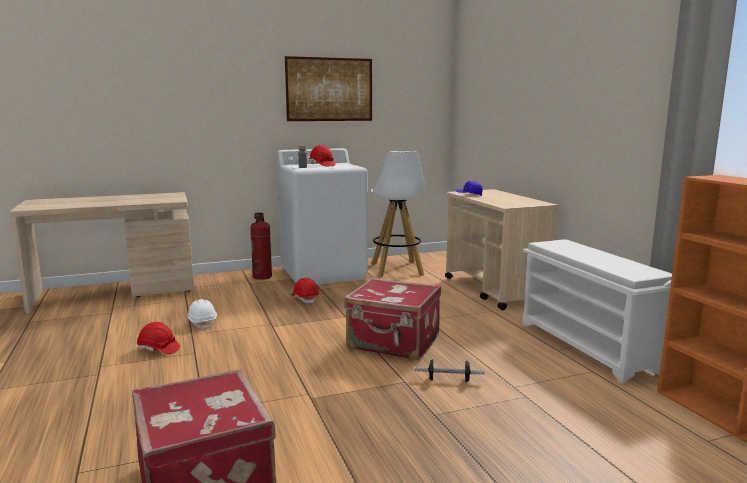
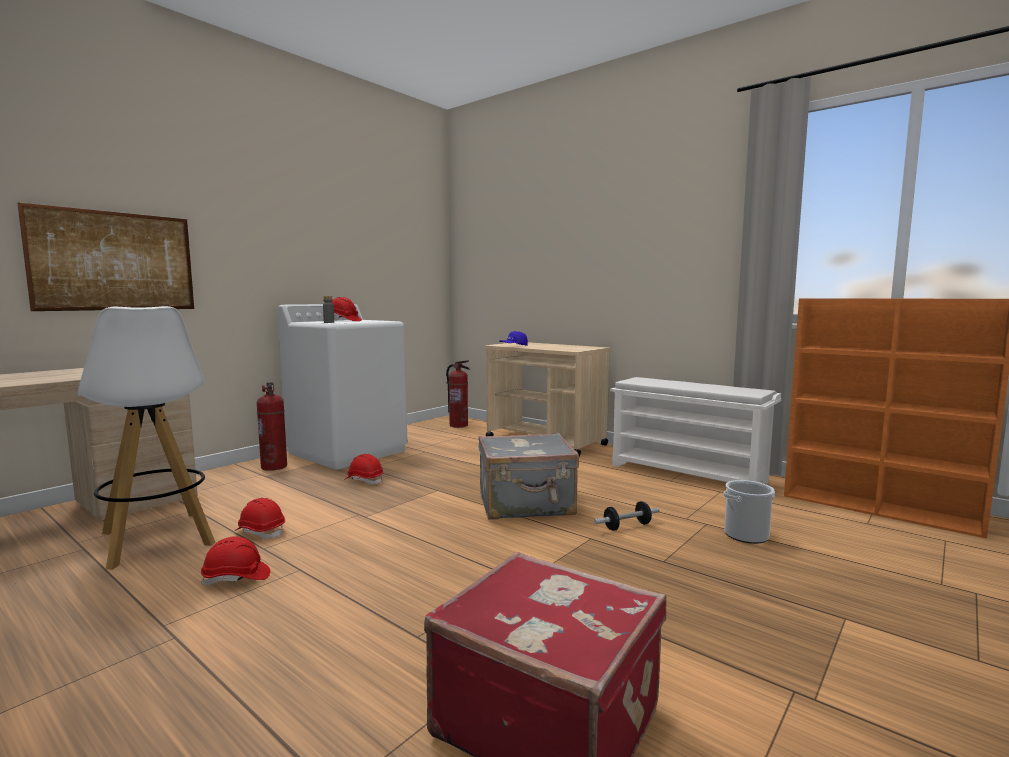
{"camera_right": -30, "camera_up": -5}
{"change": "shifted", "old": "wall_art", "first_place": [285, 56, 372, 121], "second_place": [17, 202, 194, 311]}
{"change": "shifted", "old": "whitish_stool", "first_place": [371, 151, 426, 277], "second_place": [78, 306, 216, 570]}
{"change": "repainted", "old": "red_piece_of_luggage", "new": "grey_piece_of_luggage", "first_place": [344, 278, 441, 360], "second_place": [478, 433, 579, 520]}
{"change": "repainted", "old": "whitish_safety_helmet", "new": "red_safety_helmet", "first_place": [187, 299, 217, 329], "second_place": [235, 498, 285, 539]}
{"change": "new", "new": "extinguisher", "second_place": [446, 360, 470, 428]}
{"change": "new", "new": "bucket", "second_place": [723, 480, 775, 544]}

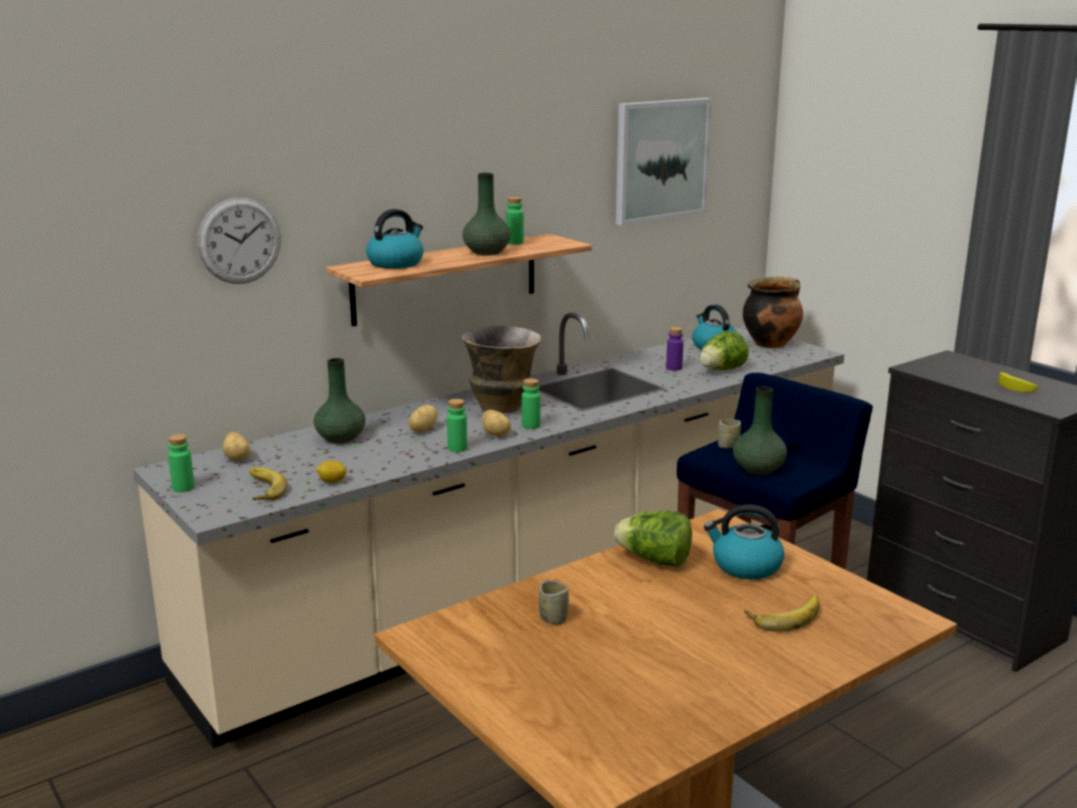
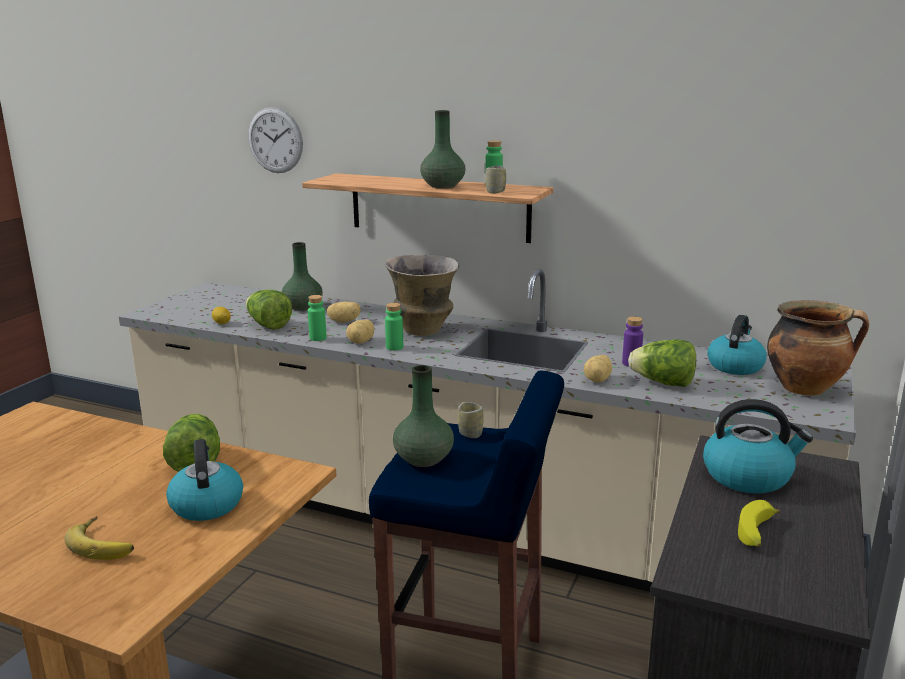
{"camera_right": 60, "camera_up": 0}
{"change": "gone", "old": "wall_art", "first_place": [616, 98, 712, 226]}
{"change": "shifted", "old": "tea_kettle", "first_place": [366, 209, 424, 269], "second_place": [703, 399, 813, 493]}
{"change": "shifted", "old": "whole_potato", "first_place": [222, 432, 251, 460], "second_place": [584, 355, 612, 382]}
{"change": "gone", "old": "green_drink_bottle", "first_place": [168, 434, 195, 492]}
{"change": "gone", "old": "banana", "first_place": [249, 467, 288, 500]}
{"change": "shifted", "old": "small_cup", "first_place": [539, 581, 569, 624], "second_place": [485, 165, 506, 194]}
{"change": "new", "new": "lettuce_head", "second_place": [246, 290, 292, 330]}

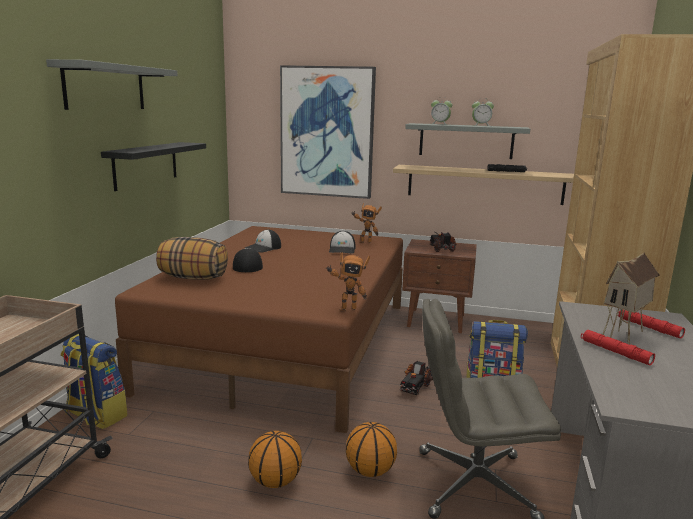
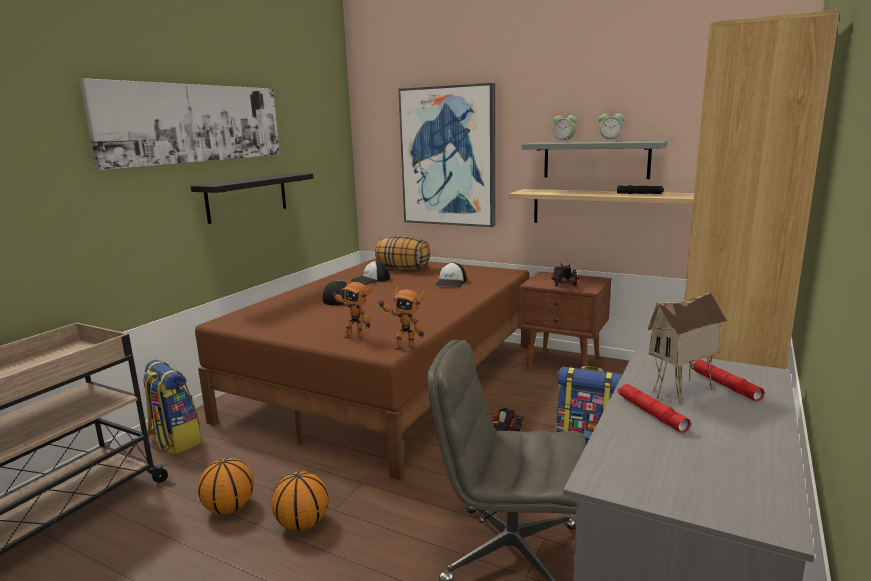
{"camera_right": 15, "camera_up": 0}
{"change": "swapped", "old": "grey_wall_shelf", "new": "wall_art", "first_place": [46, 59, 178, 110], "second_place": [79, 78, 280, 170]}
{"change": "shifted", "old": "robot_figure", "first_place": [352, 203, 382, 243], "second_place": [330, 278, 375, 339]}
{"change": "shifted", "old": "pillow", "first_place": [156, 237, 228, 280], "second_place": [375, 236, 430, 270]}
{"change": "shifted", "old": "basketball_ball", "first_place": [346, 422, 397, 477], "second_place": [198, 458, 254, 514]}

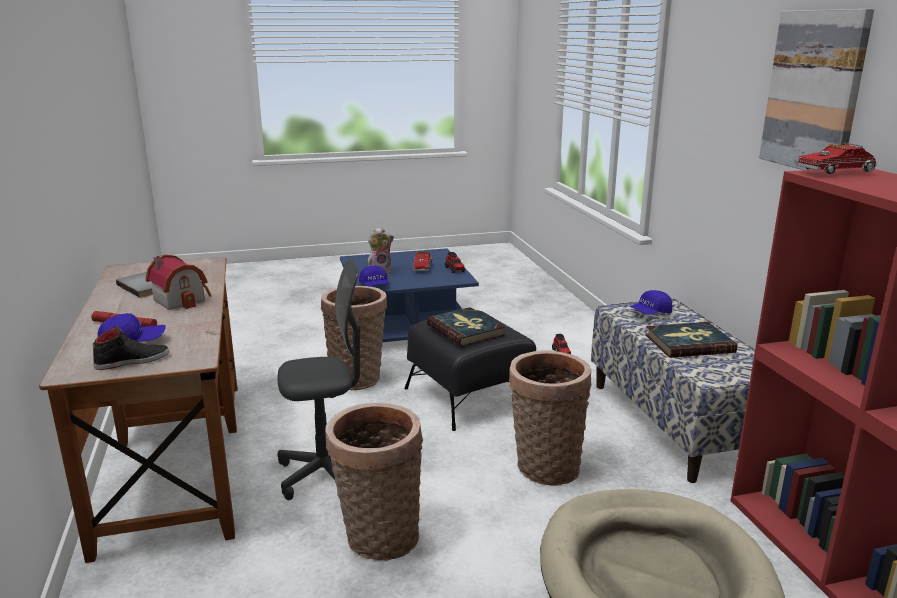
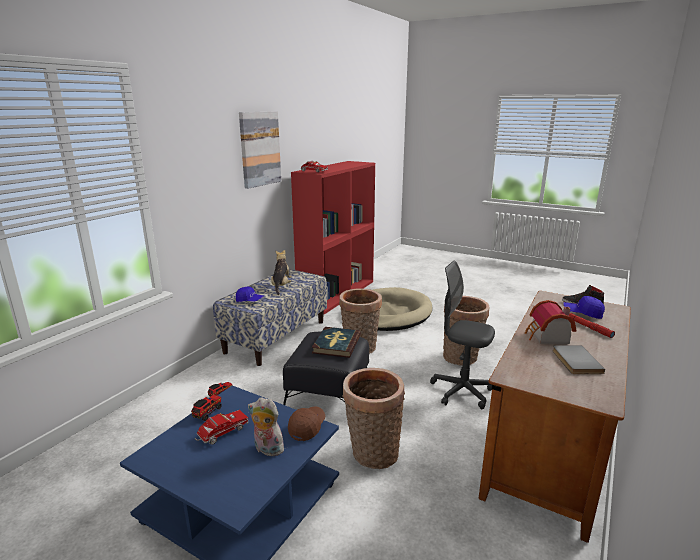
{"camera_right": -135, "camera_up": 0}
{"change": "repainted", "old": "blue-coloured_peaked_cap", "new": "brown-coloured_peaked_cap", "first_place": [359, 265, 389, 286], "second_place": [288, 407, 325, 441]}
{"change": "swapped", "old": "bound_book", "new": "plush_toy", "first_place": [646, 322, 737, 358], "second_place": [271, 250, 292, 295]}

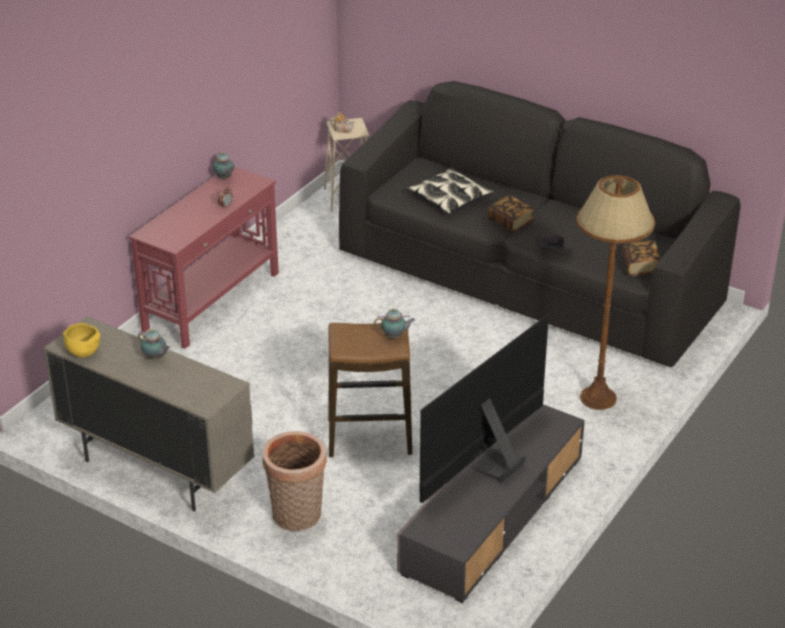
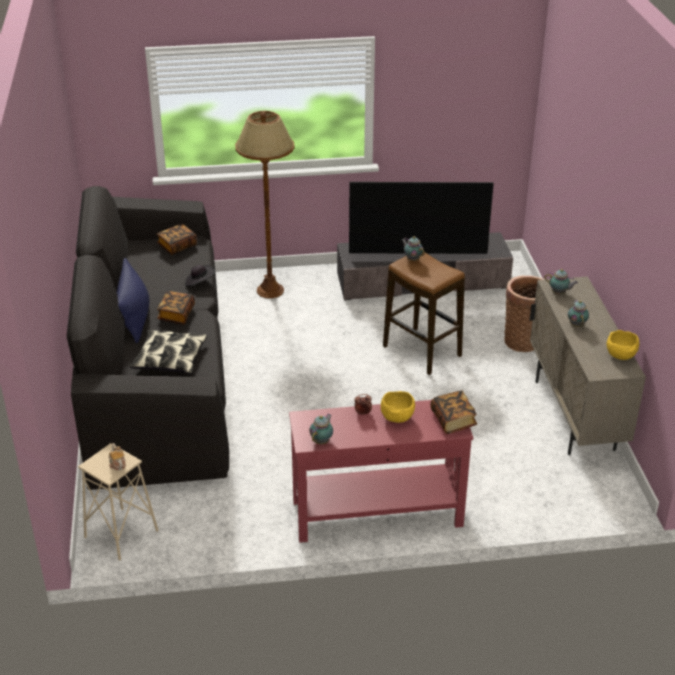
{"camera_right": -130, "camera_up": 0}
{"change": "new", "new": "blue-coloured_pillow", "second_place": [117, 258, 149, 343]}
{"change": "new", "new": "teapot", "second_place": [544, 269, 578, 294]}
{"change": "new", "new": "bound_book", "second_place": [430, 390, 477, 434]}
{"change": "new", "new": "yellow_serving_bowl", "second_place": [381, 391, 415, 423]}

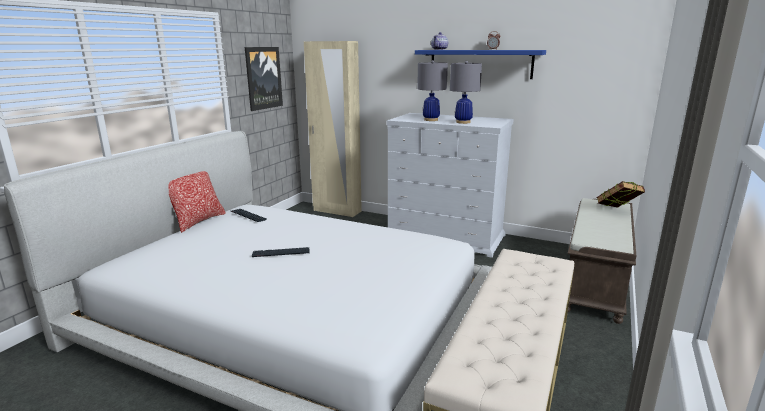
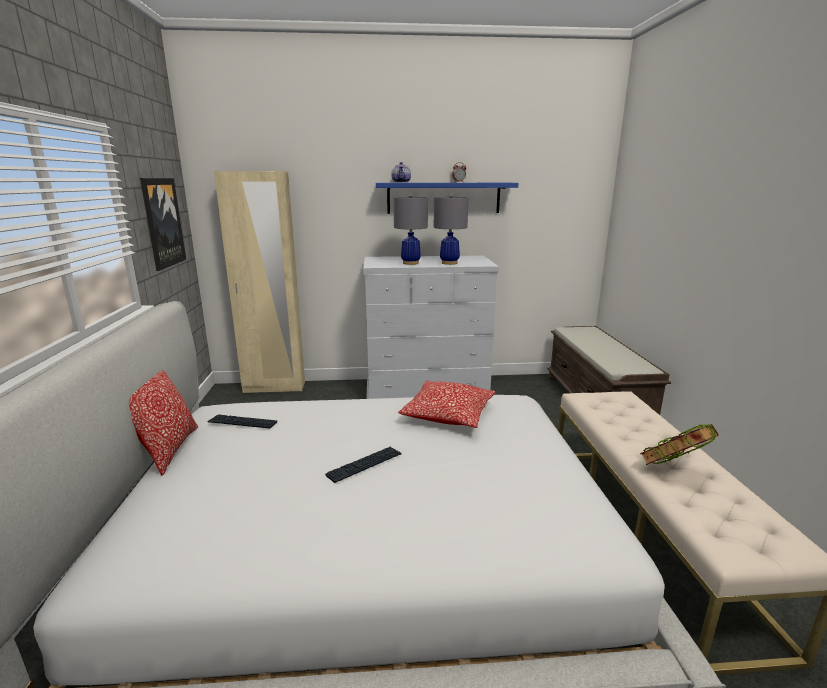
{"camera_right": -30, "camera_up": 0}
{"change": "shifted", "old": "bound_book", "first_place": [596, 181, 645, 208], "second_place": [640, 424, 719, 465]}
{"change": "new", "new": "pillow", "second_place": [398, 380, 495, 428]}

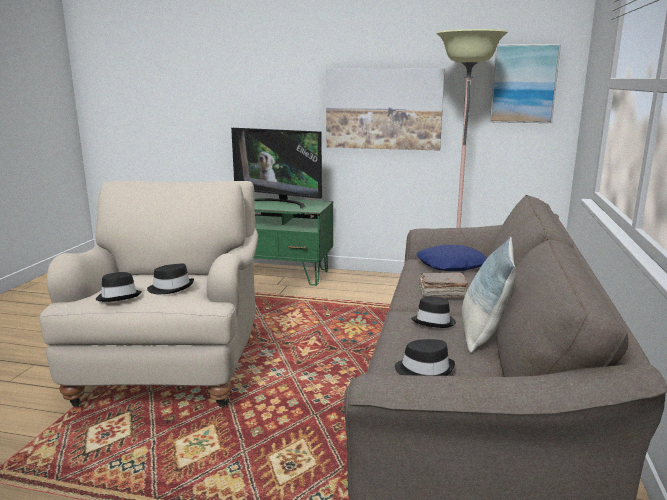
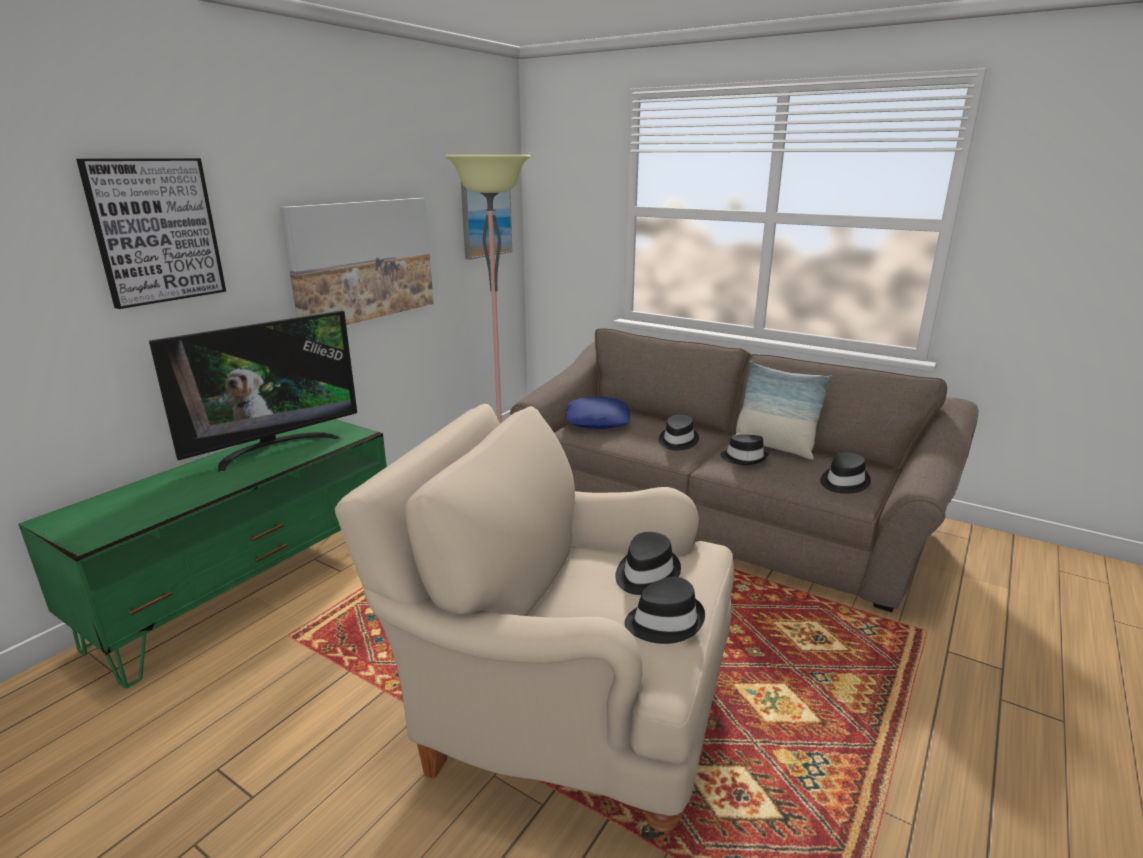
{"camera_right": -70, "camera_up": 5}
{"change": "swapped", "old": "brown-coloured_bound_book", "new": "black_hat", "first_place": [419, 272, 468, 298], "second_place": [659, 415, 699, 450]}
{"change": "new", "new": "wall_art", "second_place": [76, 158, 226, 309]}

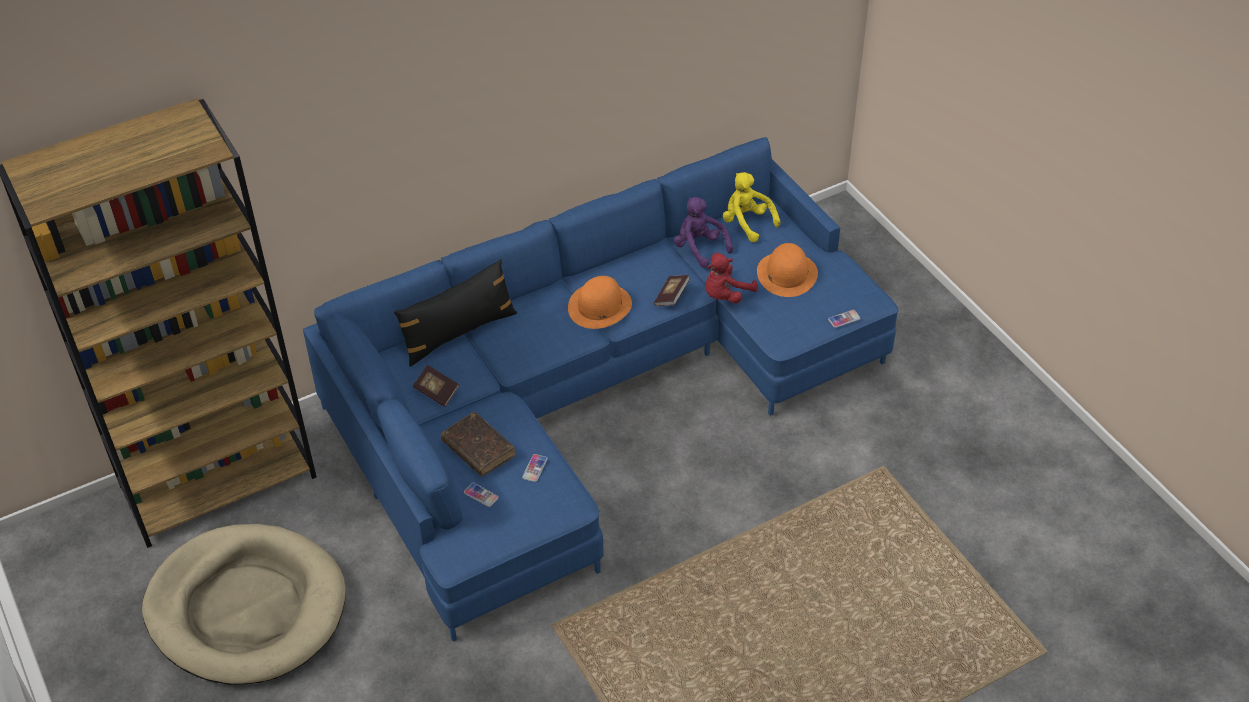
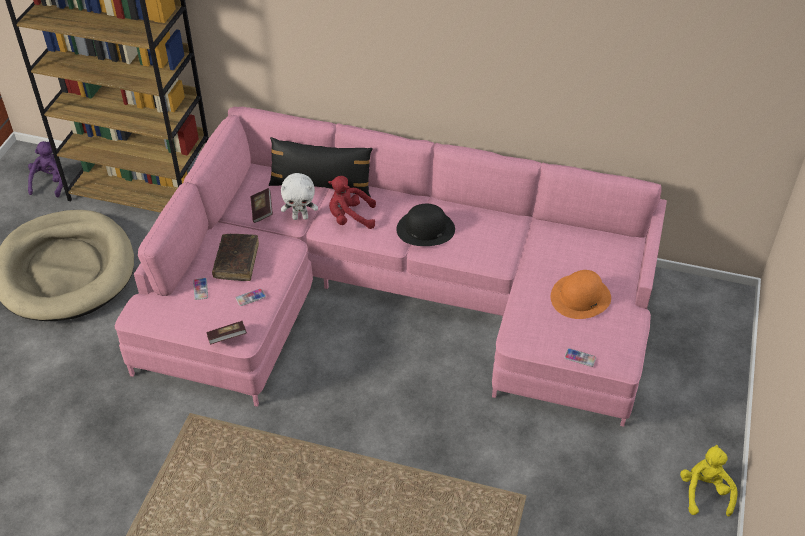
{"camera_right": 45, "camera_up": 0}
{"change": "repainted", "old": "blue-coloured_sofa", "new": "pinkish_sofa", "first_place": [303, 137, 899, 641], "second_place": [115, 107, 667, 427]}
{"change": "shifted", "old": "yellow_plush_toy", "first_place": [723, 172, 780, 242], "second_place": [680, 445, 737, 516]}
{"change": "shifted", "old": "purple_plush_toy", "first_place": [674, 197, 733, 268], "second_place": [28, 141, 63, 197]}
{"change": "shifted", "old": "red_plush_toy", "first_place": [705, 253, 758, 304], "second_place": [328, 176, 376, 229]}
{"change": "shifted", "old": "bound_book", "first_place": [654, 275, 691, 306], "second_place": [207, 321, 247, 344]}
{"change": "repainted", "old": "orangey_hat", "new": "black_hat", "first_place": [568, 276, 632, 329], "second_place": [396, 204, 455, 246]}
{"change": "new", "new": "whitish_plush_toy", "second_place": [281, 173, 318, 220]}

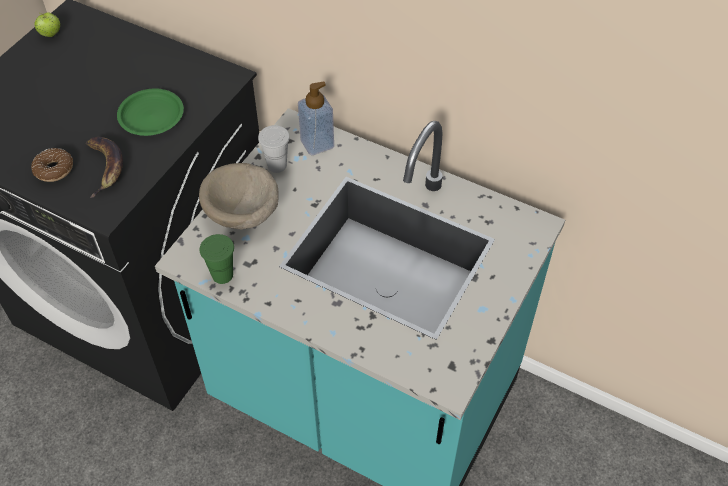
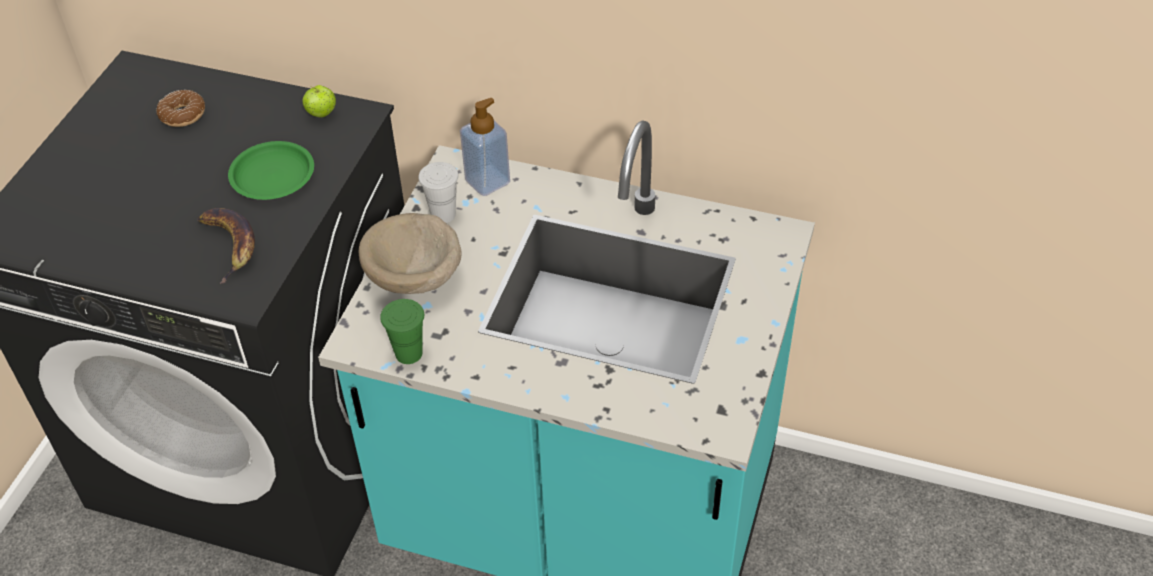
{"camera_right": -10, "camera_up": -5}
{"change": "shifted", "old": "apple", "first_place": [35, 13, 60, 37], "second_place": [303, 85, 336, 117]}
{"change": "shifted", "old": "donut", "first_place": [31, 148, 73, 182], "second_place": [156, 90, 205, 127]}

